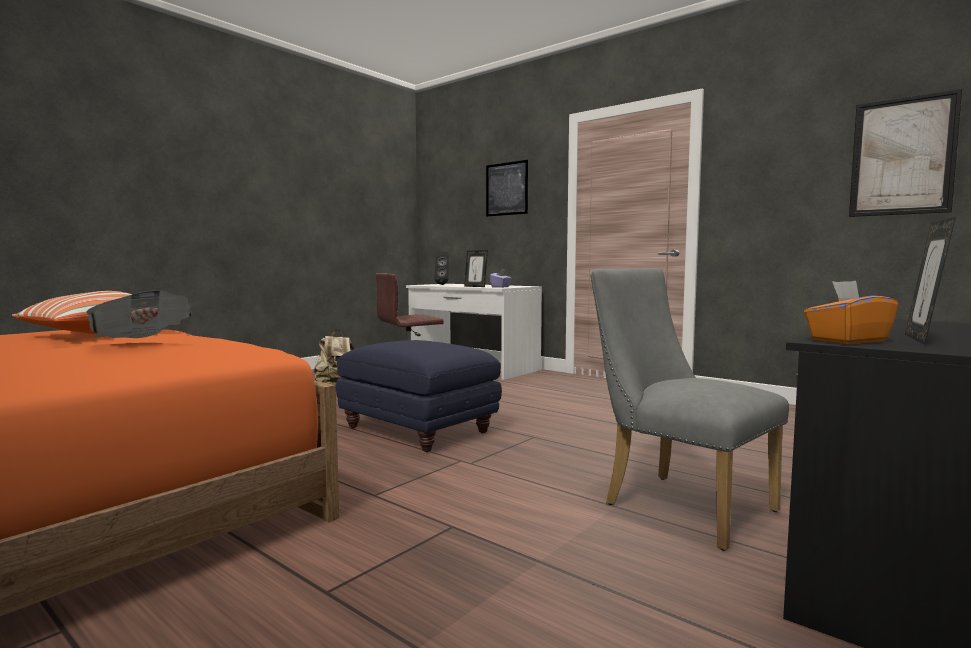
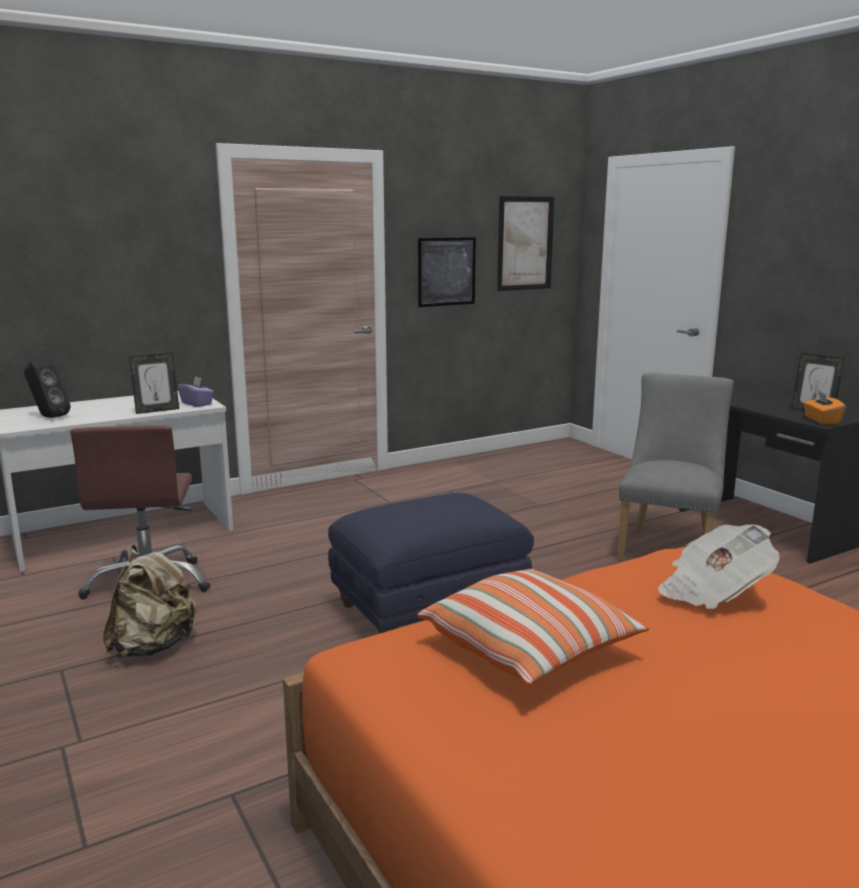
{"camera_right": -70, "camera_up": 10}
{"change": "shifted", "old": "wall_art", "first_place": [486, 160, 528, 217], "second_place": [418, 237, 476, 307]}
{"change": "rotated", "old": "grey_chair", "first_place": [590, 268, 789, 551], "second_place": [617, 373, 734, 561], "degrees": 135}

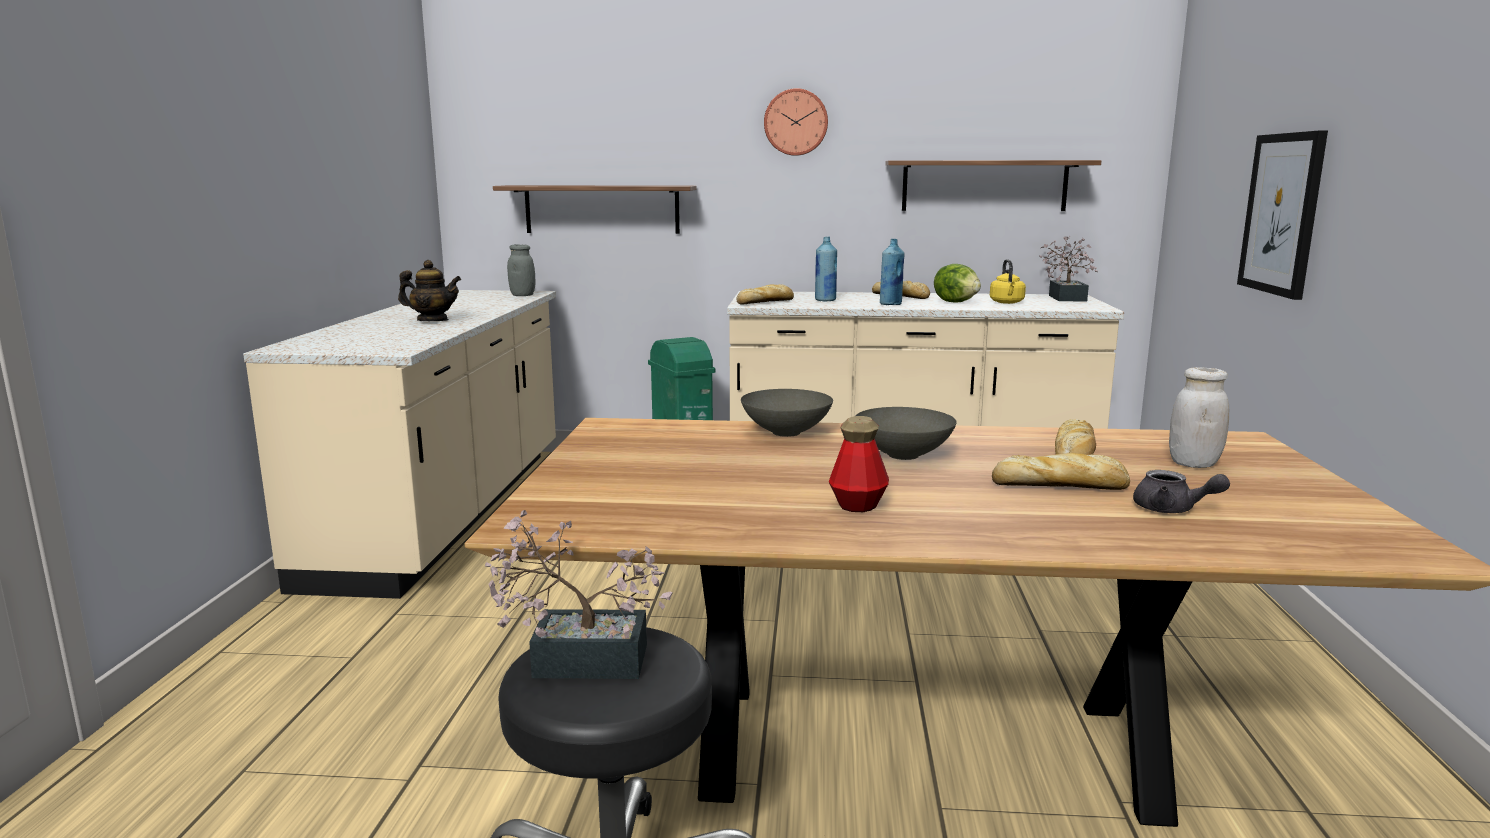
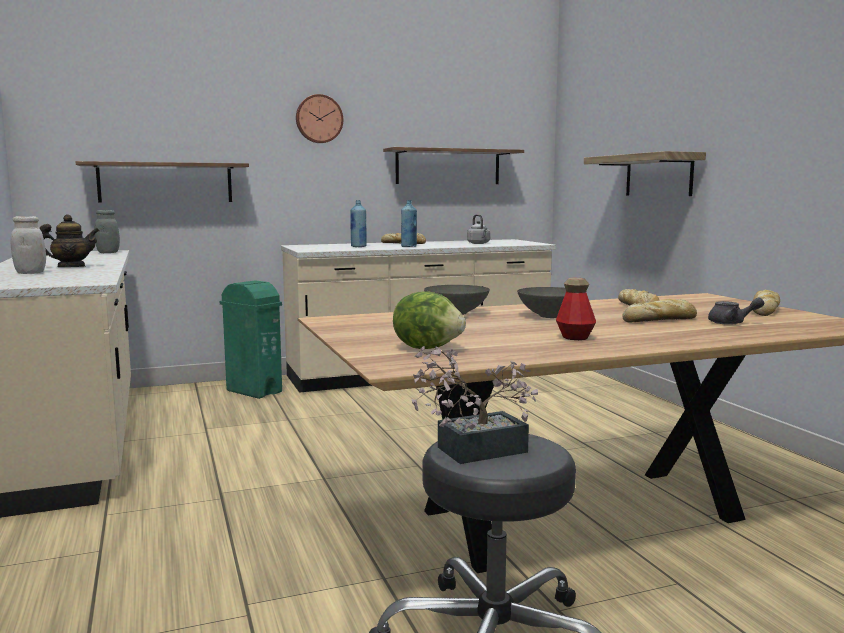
{"camera_right": -25, "camera_up": -5}
{"change": "swapped", "old": "wall_art", "new": "wall_shelf", "first_place": [1237, 130, 1328, 300], "second_place": [584, 151, 706, 196]}
{"change": "gone", "old": "houseplant", "first_place": [1039, 236, 1098, 302]}
{"change": "repainted", "old": "yellow_tea_kettle", "new": "grey_tea_kettle", "first_place": [990, 259, 1026, 304], "second_place": [467, 214, 490, 244]}
{"change": "shifted", "old": "lettuce_head", "first_place": [934, 264, 981, 302], "second_place": [393, 291, 466, 349]}
{"change": "shifted", "old": "bread", "first_place": [736, 284, 794, 305], "second_place": [753, 290, 780, 316]}
{"change": "shifted", "old": "whitish_jar", "first_place": [1169, 367, 1229, 468], "second_place": [10, 216, 46, 274]}

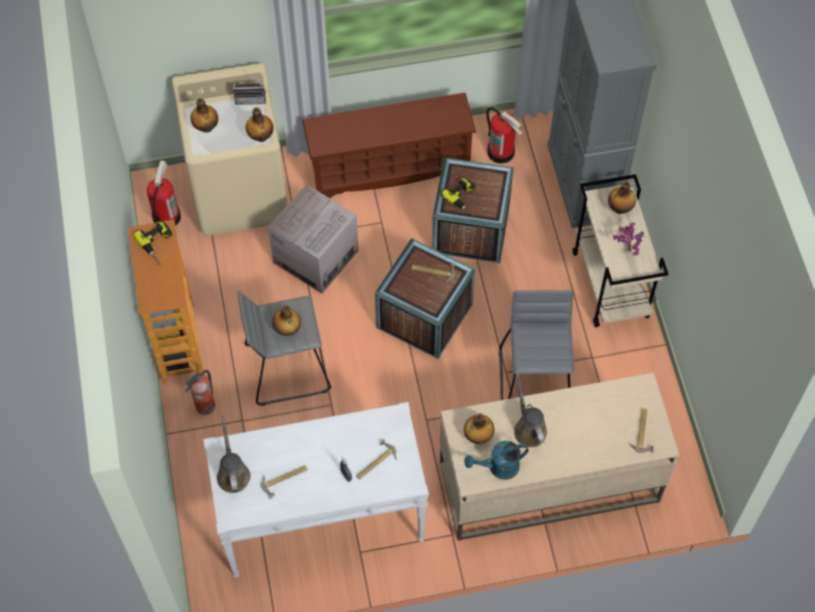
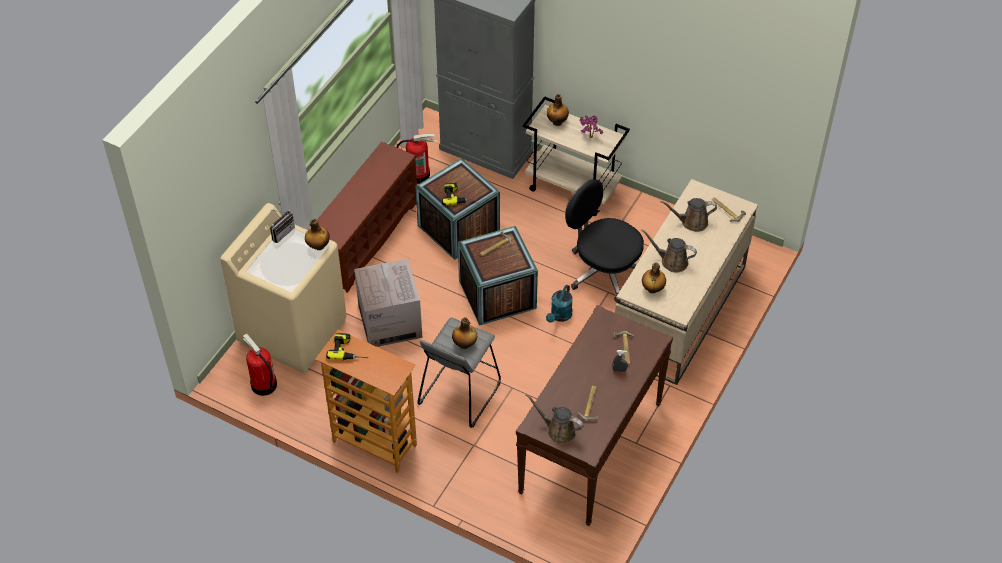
{"camera_right": -50, "camera_up": -10}
{"change": "gone", "old": "drink_bottle", "first_place": [190, 98, 218, 133]}
{"change": "swapped", "old": "grey_stool", "new": "black_office_chair", "first_place": [499, 290, 574, 400], "second_place": [565, 179, 644, 302]}
{"change": "gone", "old": "extinguisher", "first_place": [185, 370, 215, 415]}
{"change": "repainted", "old": "whitish_console_table", "new": "brown-coloured_console_table", "first_place": [203, 402, 429, 578], "second_place": [516, 305, 673, 526]}
{"change": "shifted", "old": "turquoise_sprinkling_can", "first_place": [464, 441, 529, 480], "second_place": [546, 285, 573, 323]}
{"change": "new", "new": "brown-coloured_sprinkling_can", "second_place": [661, 198, 717, 232]}

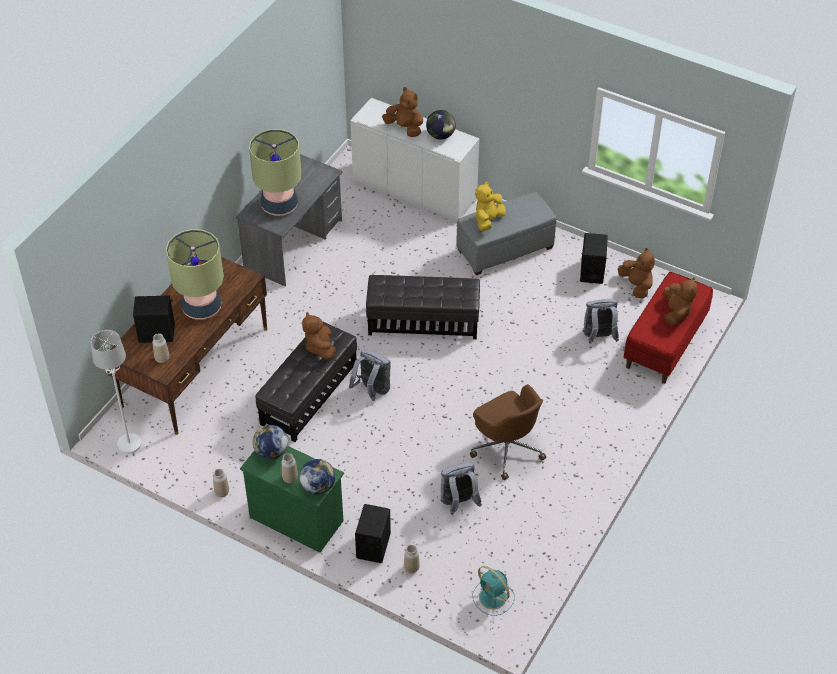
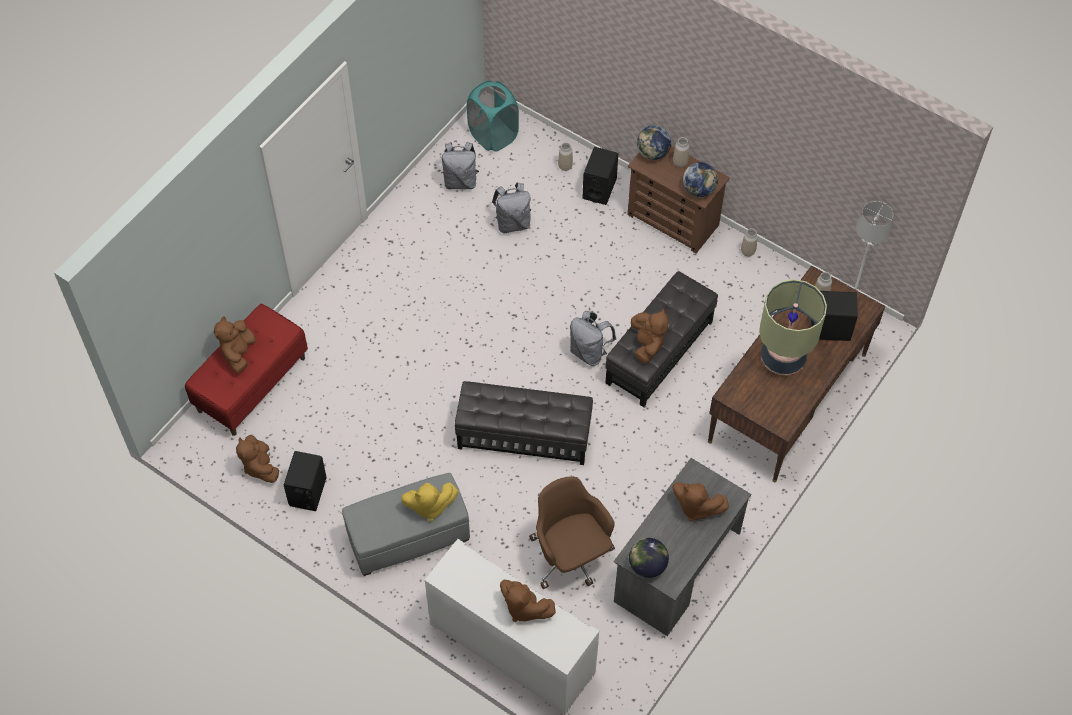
{"camera_right": -175, "camera_up": 10}
{"change": "shifted", "old": "world_globe", "first_place": [426, 110, 456, 140], "second_place": [629, 538, 669, 578]}
{"change": "swapped", "old": "table_lamp", "new": "brown-coloured_plush_toy", "first_place": [249, 129, 301, 216], "second_place": [672, 482, 729, 522]}
{"change": "rotated", "old": "yellow_plush_toy", "first_place": [475, 182, 506, 231], "second_place": [401, 483, 458, 521], "degrees": 45}
{"change": "shifted", "old": "grey_rucksack", "first_place": [583, 299, 619, 344], "second_place": [441, 142, 479, 189]}
{"change": "shifted", "old": "brown-coloured_office_chair", "first_place": [470, 384, 546, 480], "second_place": [529, 477, 615, 589]}
{"change": "repainted", "old": "green_chest_of_drawers", "new": "brown-coloured_chest_of_drawers", "first_place": [240, 446, 344, 552], "second_place": [627, 146, 730, 253]}
{"change": "swapped", "old": "turquoise_electric_fan", "new": "turquoise_washing_basket", "first_place": [473, 566, 515, 616], "second_place": [467, 80, 519, 152]}

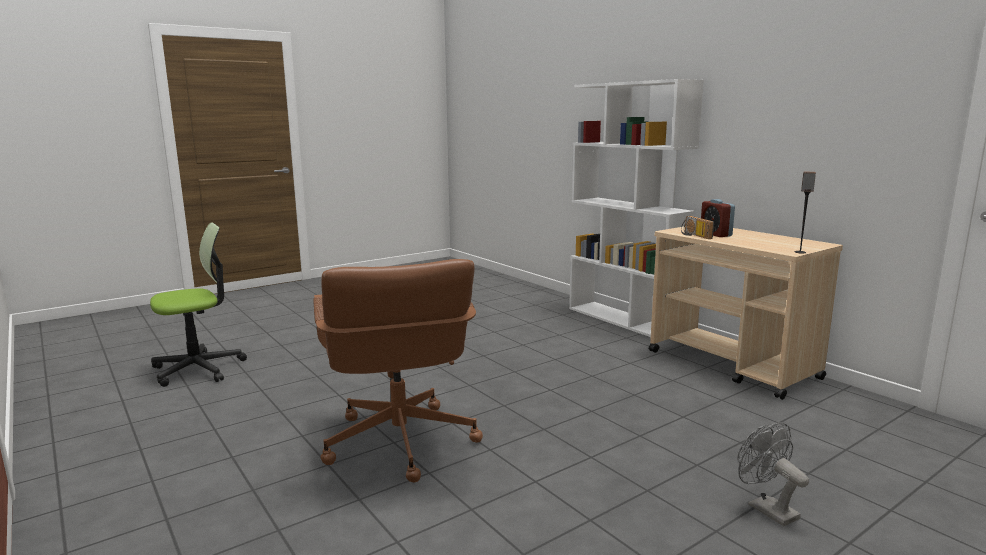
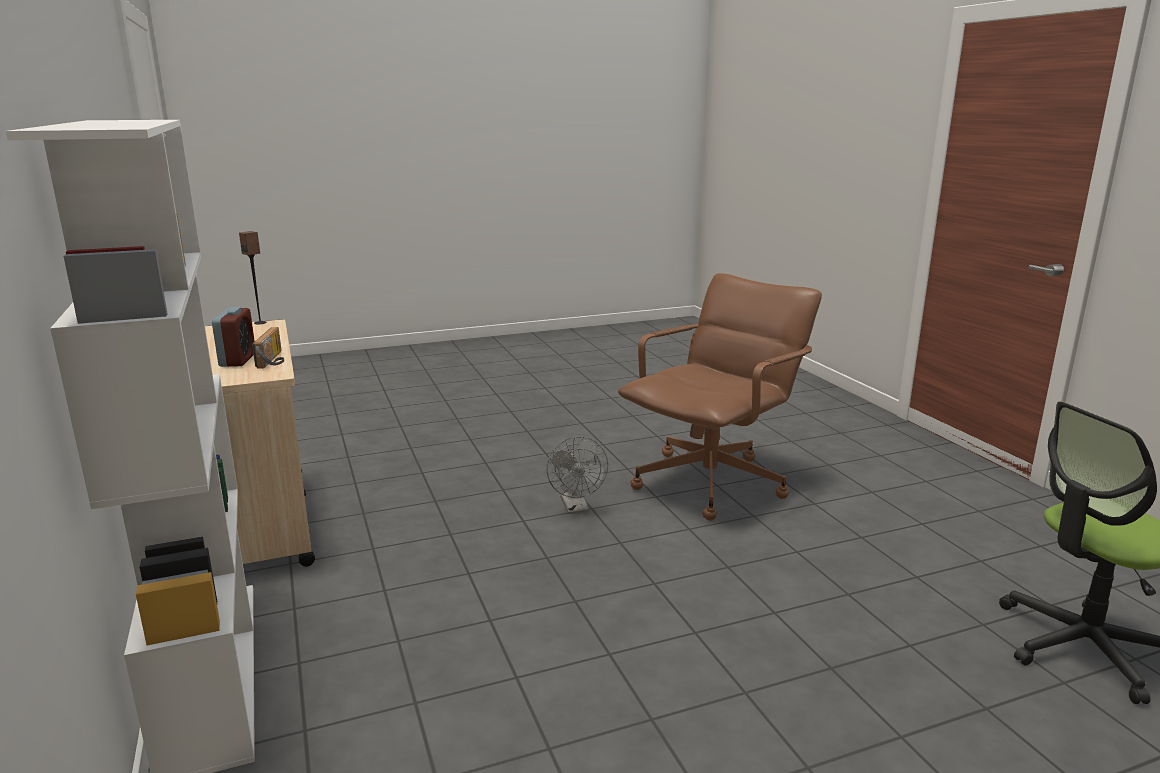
{"camera_right": -165, "camera_up": 5}
{"change": "rotated", "old": "brown-coloured_office_chair", "first_place": [313, 259, 483, 482], "second_place": [618, 273, 822, 521], "degrees": 45}
{"change": "shifted", "old": "grey_electric_fan", "first_place": [738, 422, 809, 526], "second_place": [547, 436, 608, 514]}

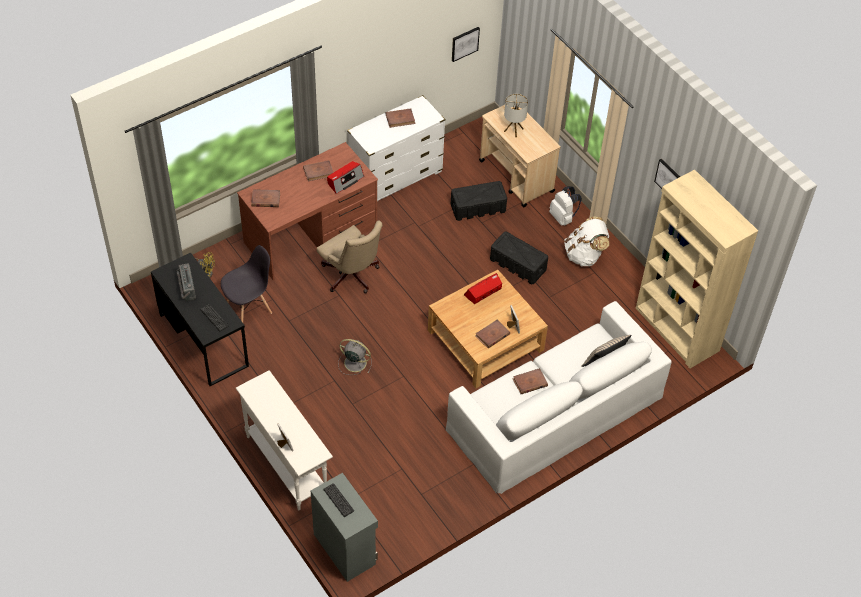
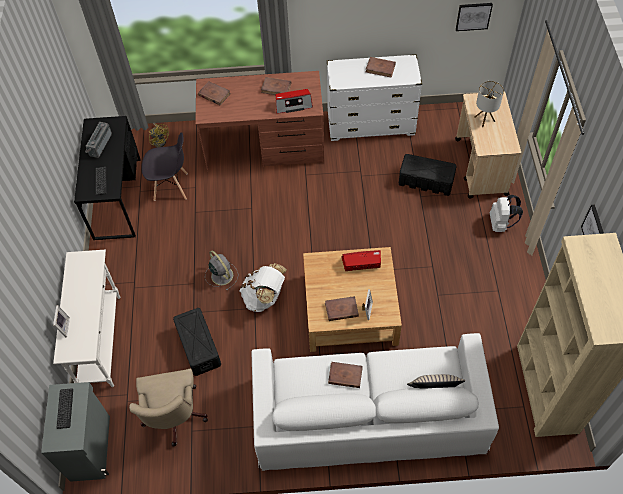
{"camera_right": 35, "camera_up": 5}
{"change": "shifted", "old": "whitish_rucksack", "first_place": [564, 216, 609, 267], "second_place": [240, 263, 287, 312]}
{"change": "shifted", "old": "beige-coloured_office_chair", "first_place": [317, 221, 383, 293], "second_place": [129, 369, 208, 447]}
{"change": "shifted", "old": "black_storage_box", "first_place": [490, 231, 548, 284], "second_place": [173, 308, 221, 376]}

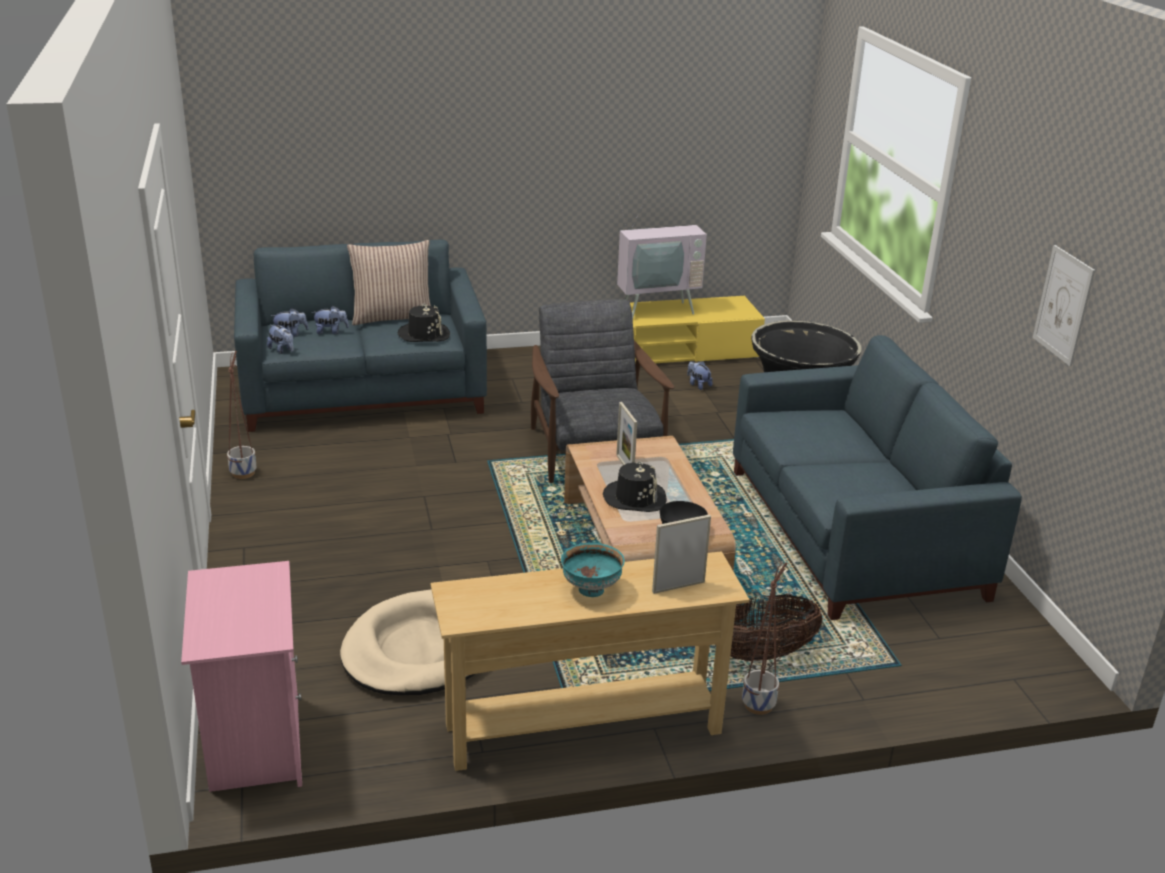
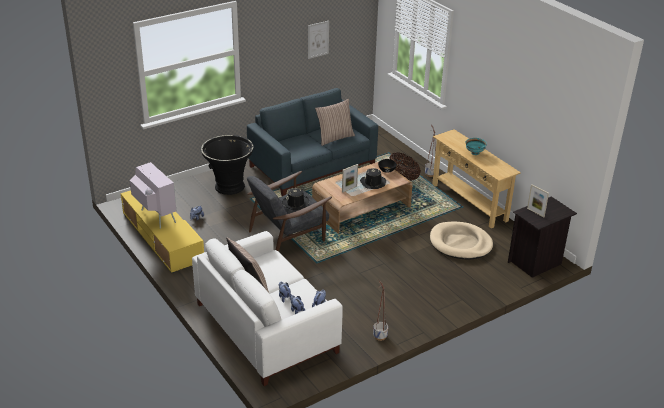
{"camera_right": -110, "camera_up": 5}
{"change": "repainted", "old": "blue-coloured_sofa", "new": "whitish_sofa", "first_place": [234, 240, 487, 432], "second_place": [192, 231, 343, 386]}
{"change": "shifted", "old": "black_hat", "first_place": [398, 303, 450, 342], "second_place": [282, 188, 309, 210]}
{"change": "shifted", "old": "standing_frame", "first_place": [652, 515, 711, 594], "second_place": [527, 185, 549, 217]}
{"change": "repainted", "old": "pinkish_bedside_table", "new": "black_bedside_table", "first_place": [181, 561, 302, 792], "second_place": [508, 197, 577, 278]}
{"change": "new", "new": "pillow", "second_place": [315, 99, 355, 146]}

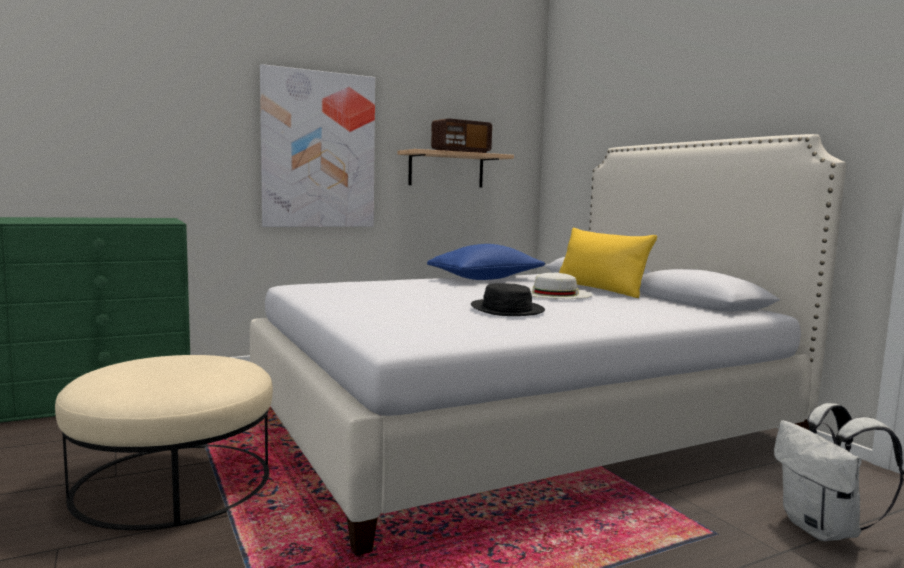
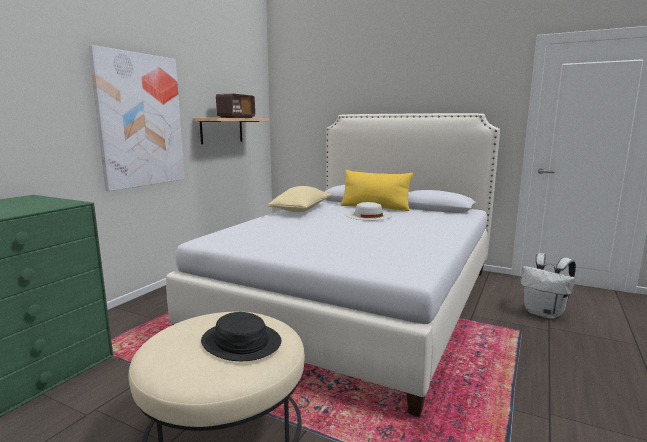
{"camera_right": -35, "camera_up": 5}
{"change": "repainted", "old": "blue-coloured_pillow", "new": "beige-coloured_pillow", "first_place": [427, 244, 545, 280], "second_place": [268, 186, 331, 212]}
{"change": "shifted", "old": "black_hat", "first_place": [471, 283, 545, 316], "second_place": [201, 312, 281, 361]}

